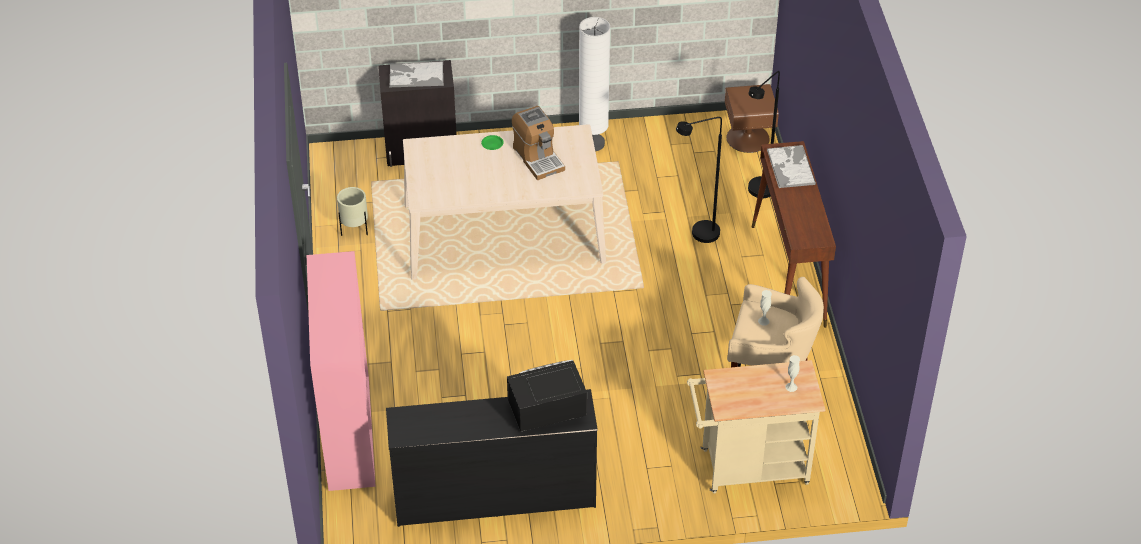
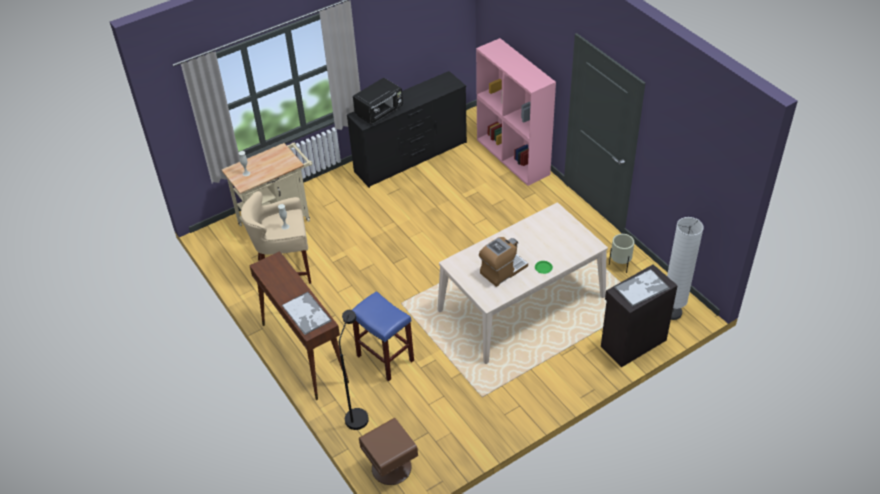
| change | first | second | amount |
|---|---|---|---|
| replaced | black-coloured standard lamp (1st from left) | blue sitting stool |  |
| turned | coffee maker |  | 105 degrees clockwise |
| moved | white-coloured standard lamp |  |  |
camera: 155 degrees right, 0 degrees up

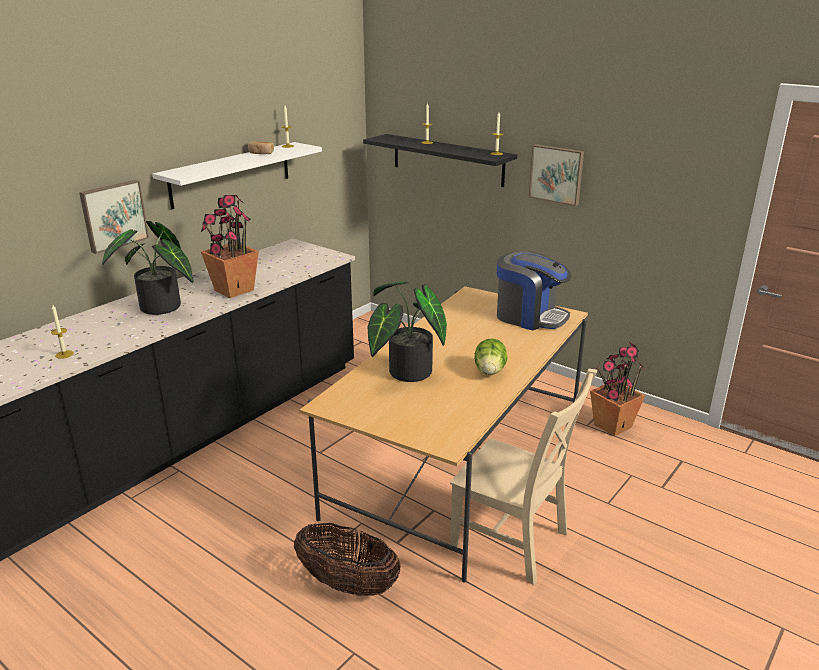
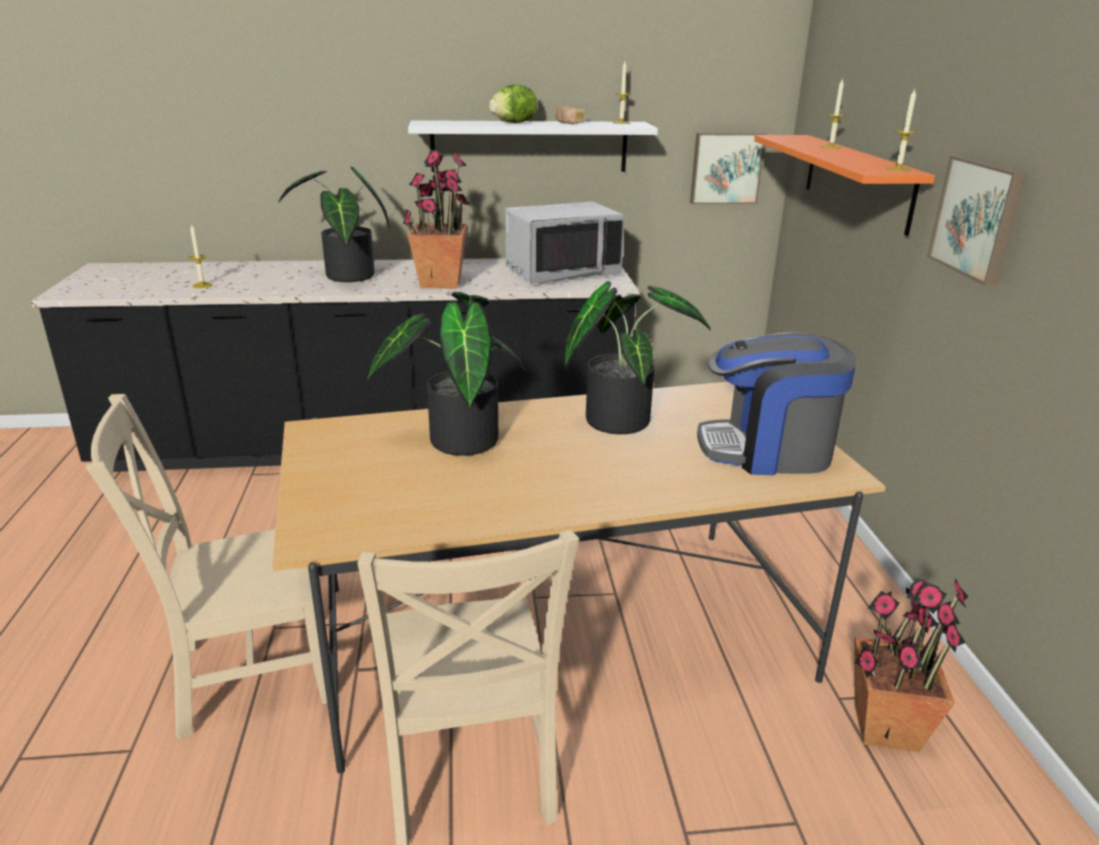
| change | first | second | amount |
|---|---|---|---|
| replaced | storage basket | beige-coloured plain chair (1st from left) |  |
| moved | head of lettuce |  |  |
| added |  | greyish microwave |  |
| added |  | plant in a pot (4th from left) |  |
| moved | picture (1st from left) |  |  |
| turned | coffee maker |  | 105 degrees clockwise |
| recoloured | black-coloured shelf | orange shelf |  |
camera: 45 degrees right, 0 degrees up

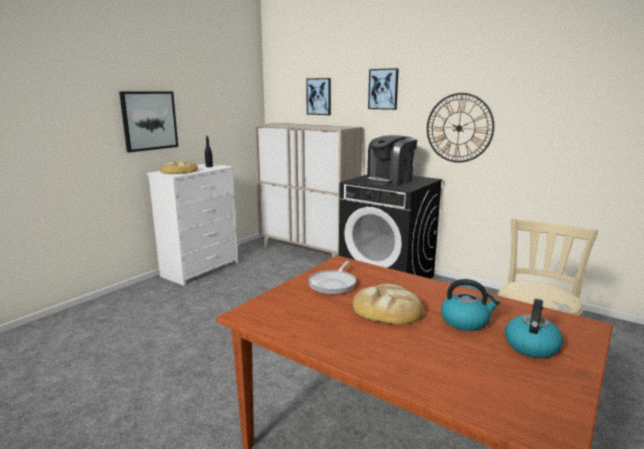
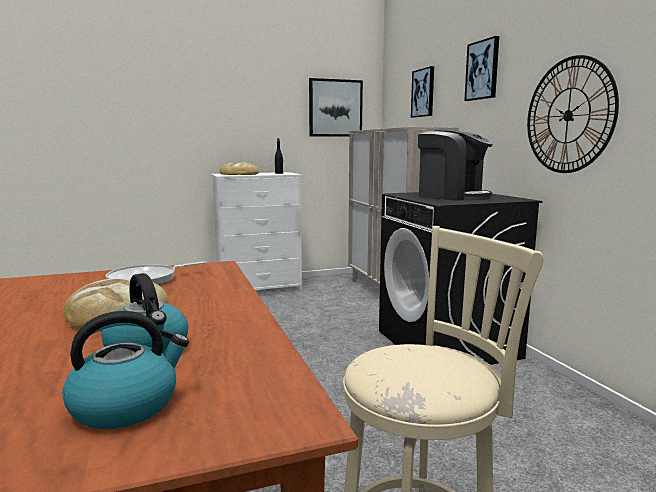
| change | first | second | amount |
|---|---|---|---|
| moved | picture (1st from left) |  |  |
| turned | coffee maker |  | 135 degrees counterclockwise |
camera: 35 degrees right, 5 degrees down

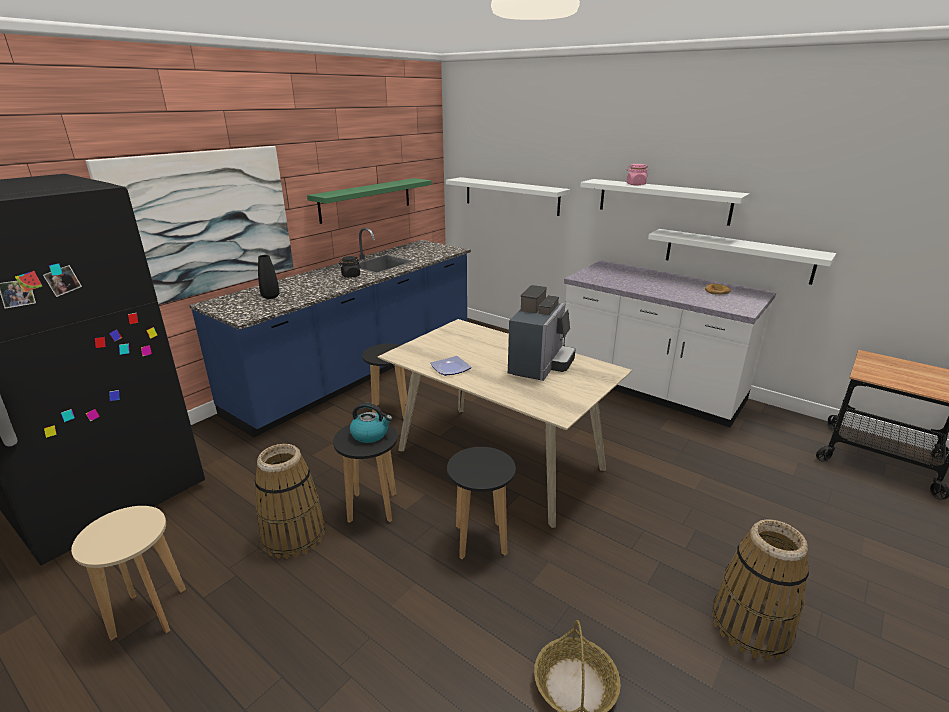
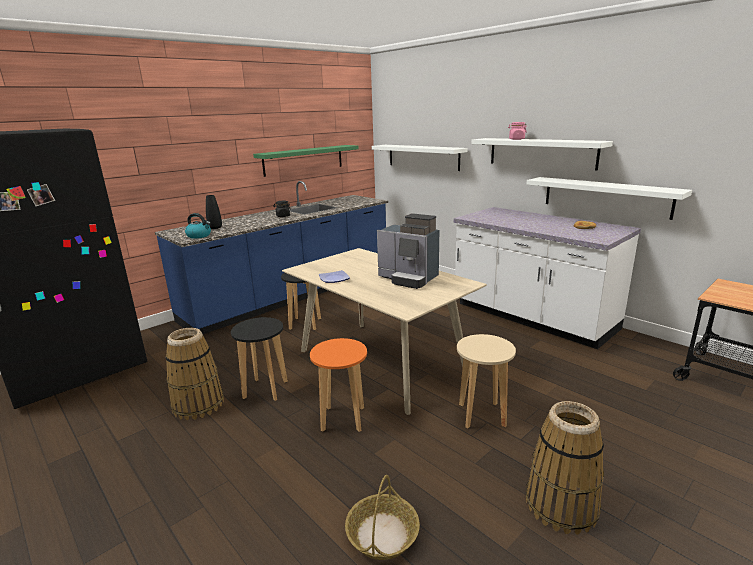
| change | first | second | amount |
|---|---|---|---|
| moved | water kettle |  |  |
| recoloured | black-coloured sitting stool (3rd from left) | orange sitting stool |  |
| turned | coffee maker |  | 90 degrees clockwise |
| moved | beige-coloured sitting stool |  |  |
| removed | picture |  |  |
camera: 10 degrees right, 5 degrees down

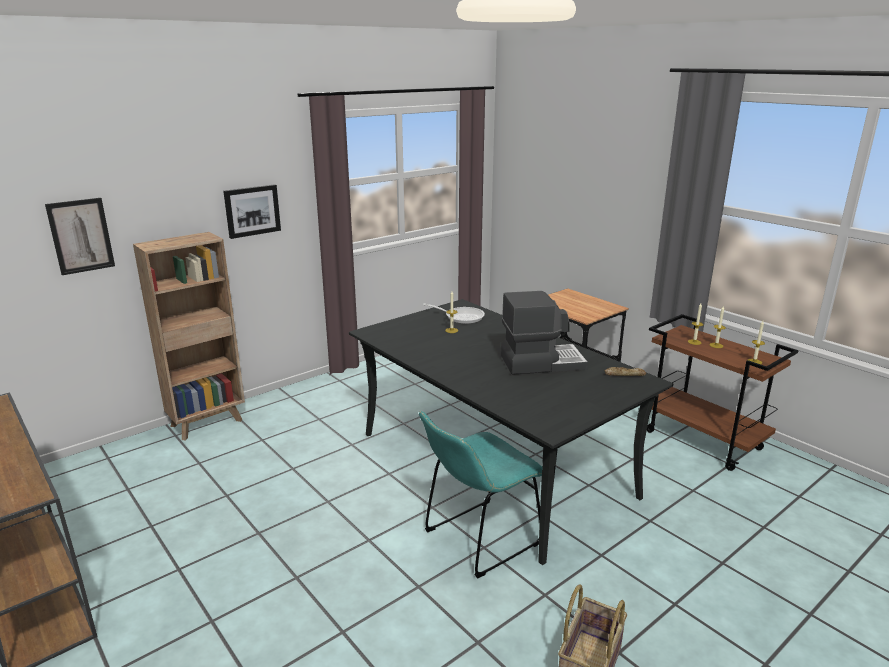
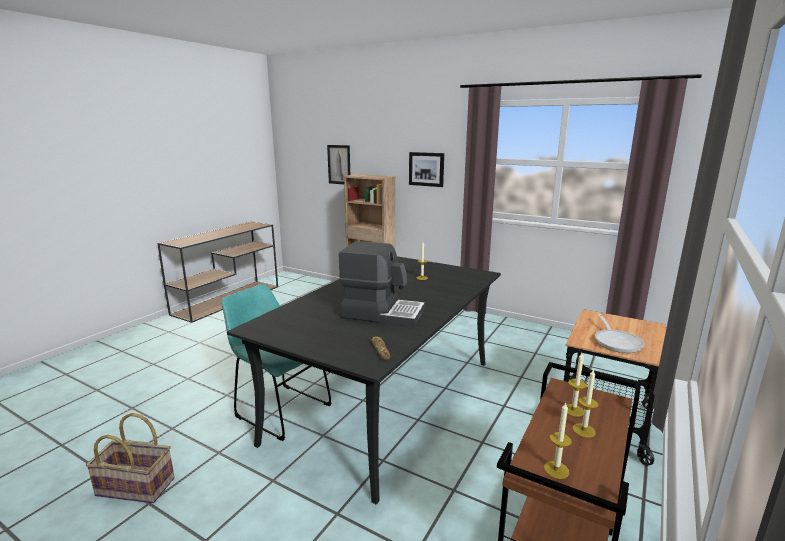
| change | first | second | amount |
|---|---|---|---|
| turned | coffee maker |  | 45 degrees counterclockwise |
| moved | pan |  |  |
camera: 70 degrees right, 5 degrees down

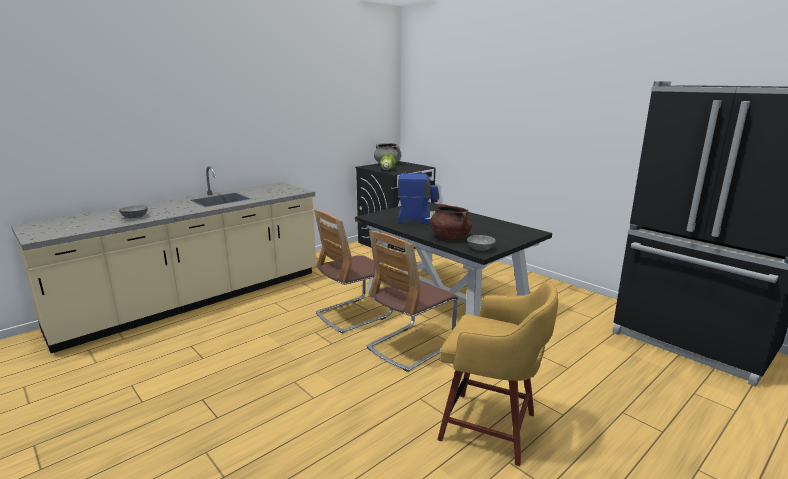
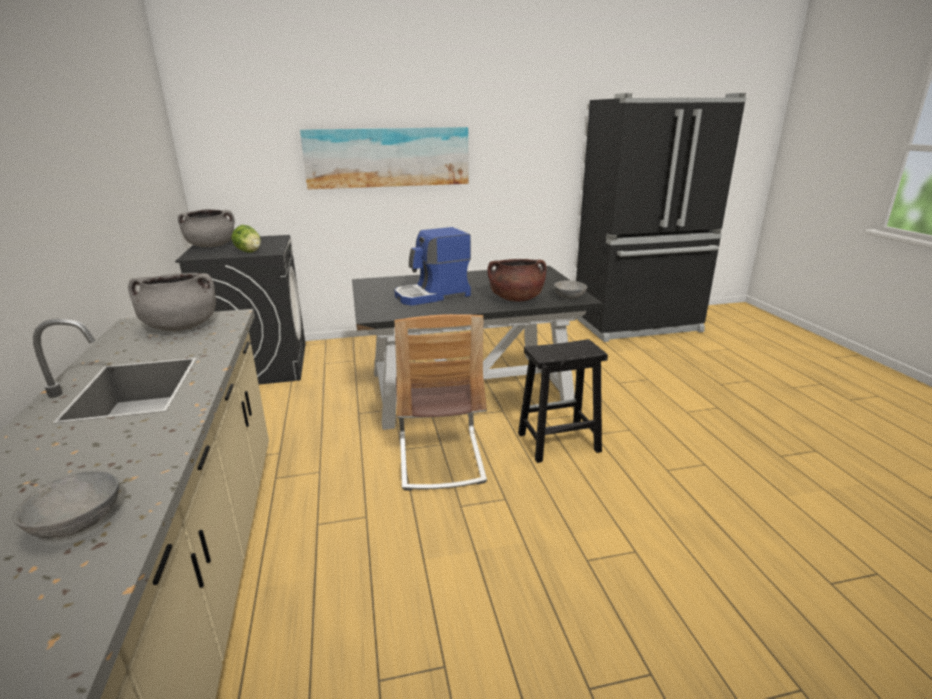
| change | first | second | amount |
|---|---|---|---|
| added |  | greyish cooking pot (1st from left) |  |
| added |  | picture |  |
| turned | coffee maker |  | 150 degrees counterclockwise |
| replaced | plain chair (2nd from left) | black-coloured sitting stool |  |
| removed | yellow-coloured sitting stool |  |  |
camera: 60 degrees left, 5 degrees up

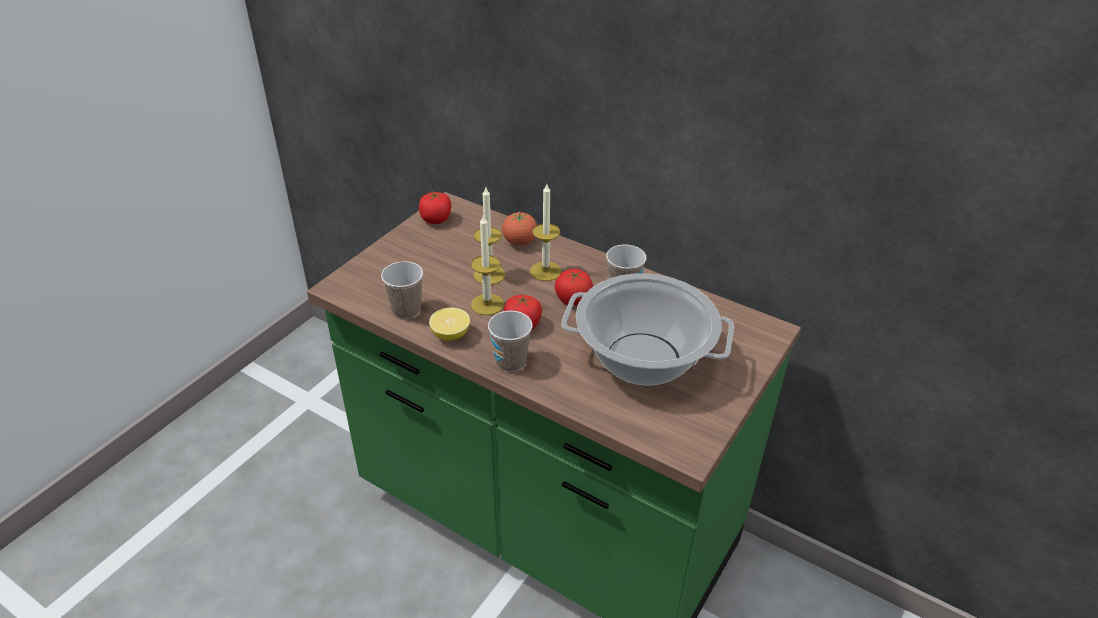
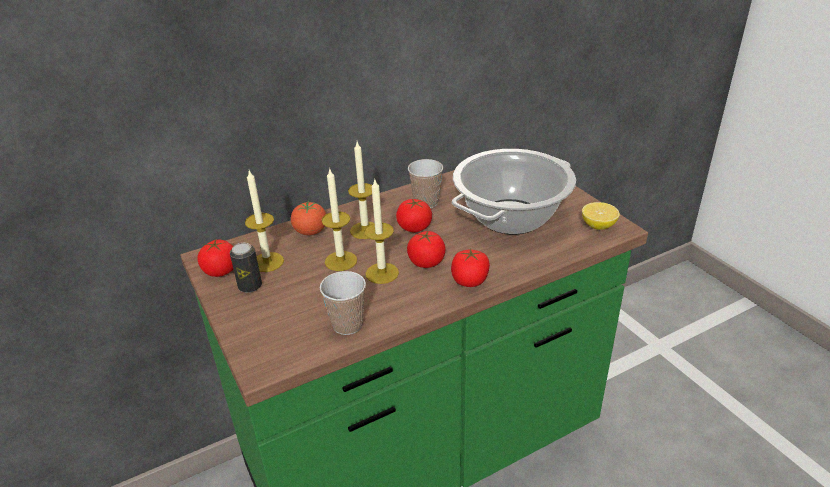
| change | first | second | amount |
|---|---|---|---|
| added |  | metal can |  |
| added |  | wax candle (1st from left) |  |
| replaced | drinking cup (2nd from left) | fresh tomato (5th from left) |  |
| moved | lemon |  |  |
camera: 60 degrees left, 5 degrees down

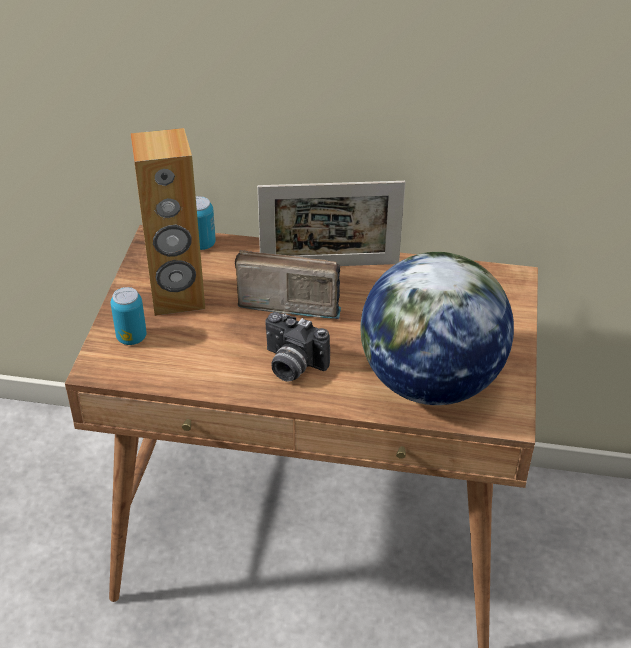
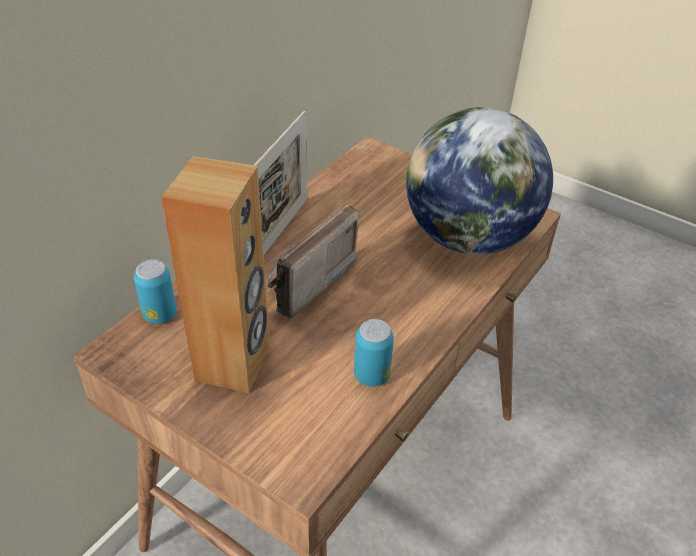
| change | first | second | amount |
|---|---|---|---|
| moved | metal can (1st from left in the first image) | metal can (2nd from left) |  |
| removed | photo camera |  |  |
camera: 65 degrees left, 0 degrees up

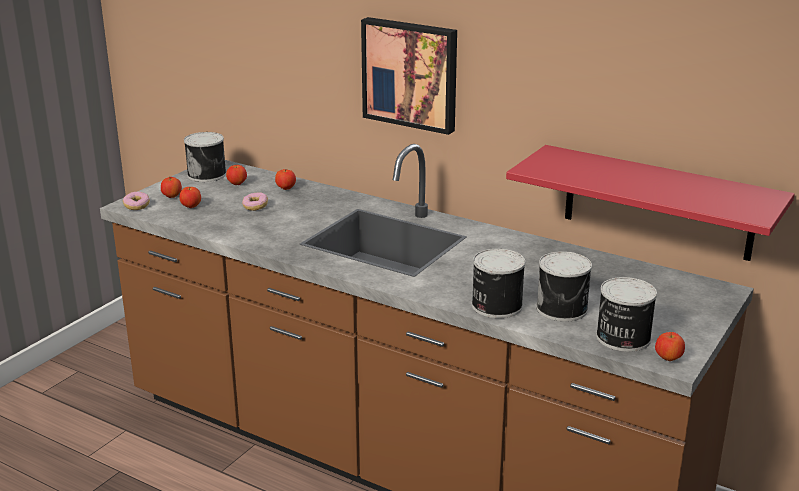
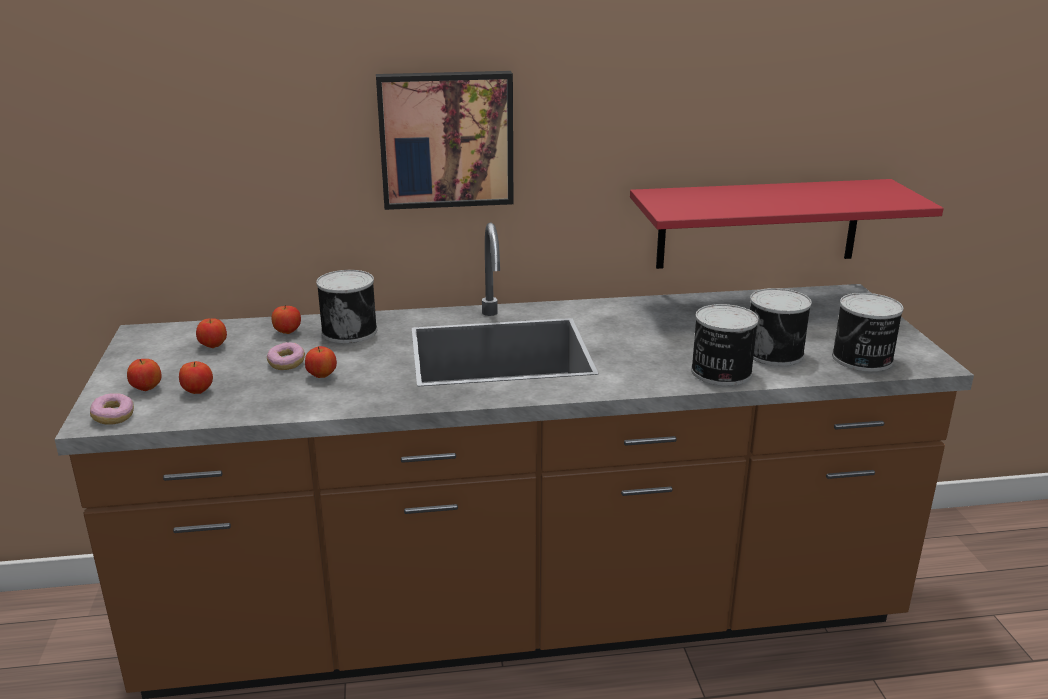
| change | first | second | amount |
|---|---|---|---|
| moved | apple fruit (5th from left) |  |  |
| moved | metal can (1st from left) |  |  |
camera: 40 degrees left, 0 degrees up

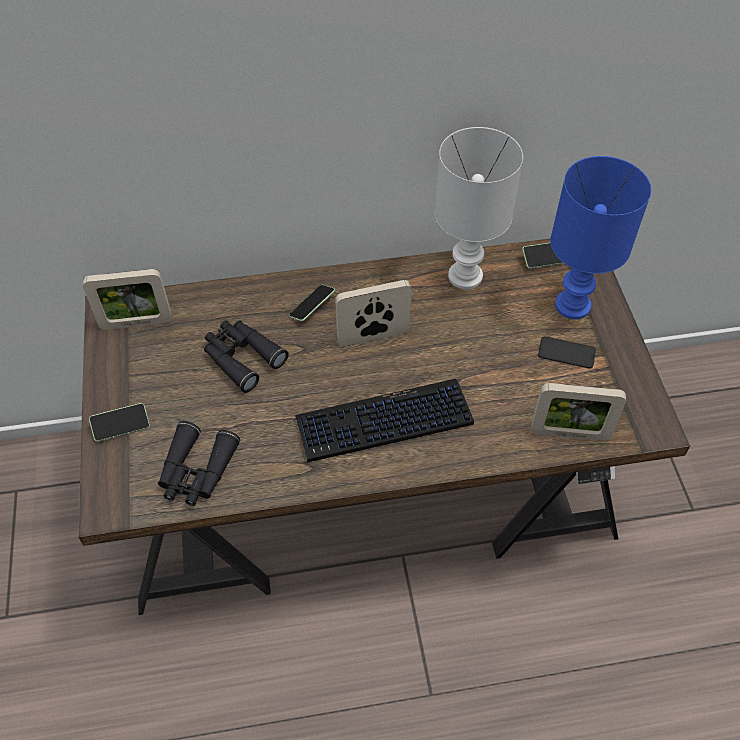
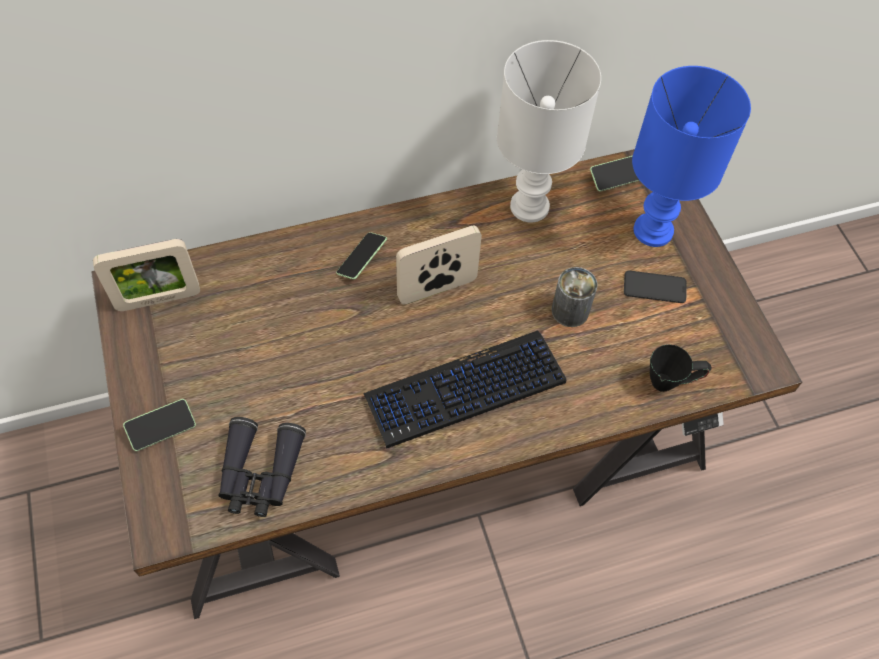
| change | first | second | amount |
|---|---|---|---|
| added |  | metal can |  |
| replaced | standing frame (3rd from left) | black-coloured tea mug |  |
| removed | black-coloured binoculars (2nd from left) |  |  |
camera: 10 degrees left, 5 degrees up

